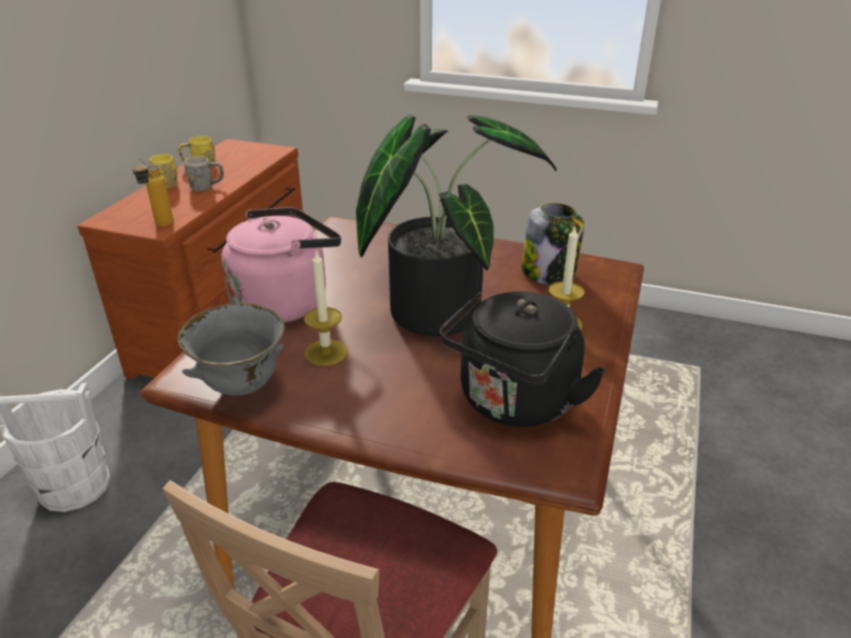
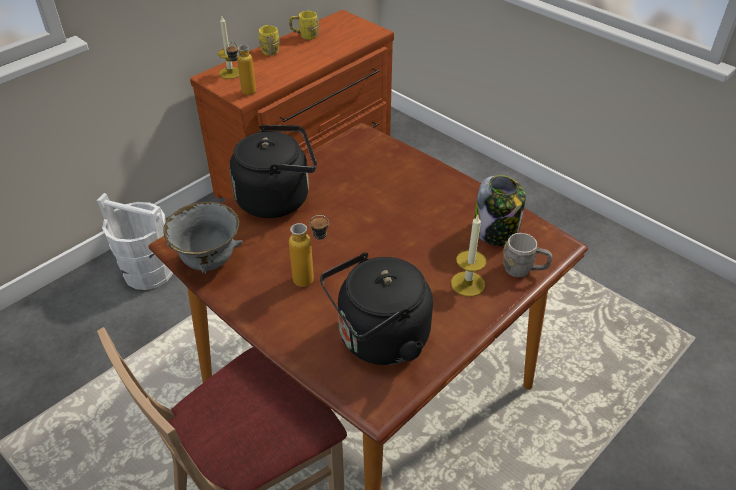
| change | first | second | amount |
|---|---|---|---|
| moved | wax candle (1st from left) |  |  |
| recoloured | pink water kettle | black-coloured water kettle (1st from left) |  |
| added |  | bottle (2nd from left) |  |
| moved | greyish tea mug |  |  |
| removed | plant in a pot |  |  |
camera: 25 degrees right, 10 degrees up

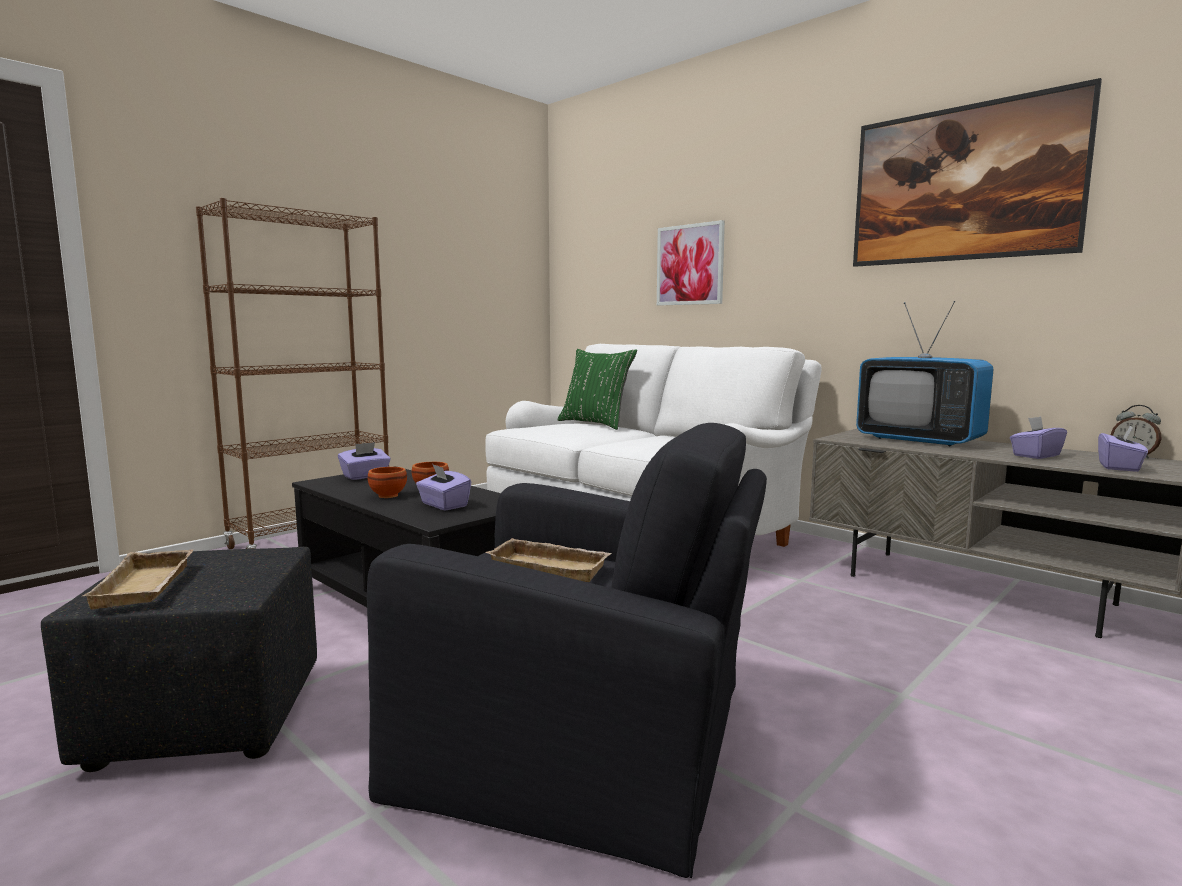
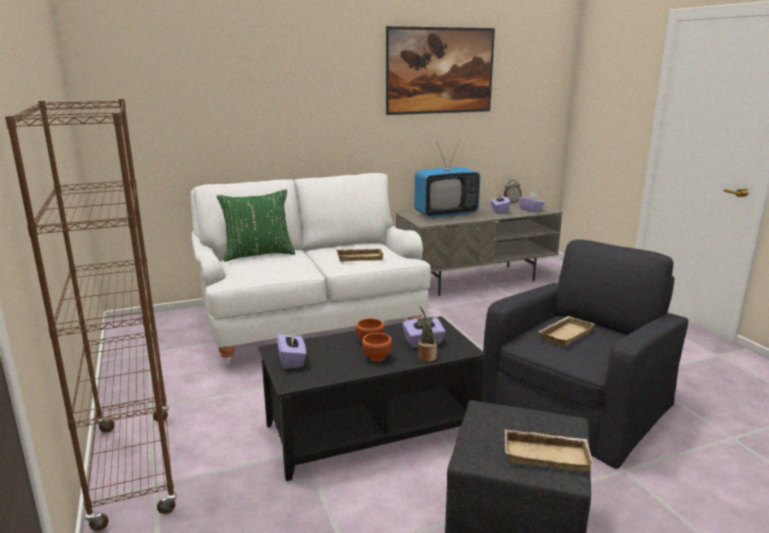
| change | first | second | amount |
|---|---|---|---|
| added |  | beige-coloured serving tray (1st from left) |  |
| added |  | plant in a pot |  |
| removed | picture (1st from left) |  |  |
camera: 65 degrees left, 10 degrees up

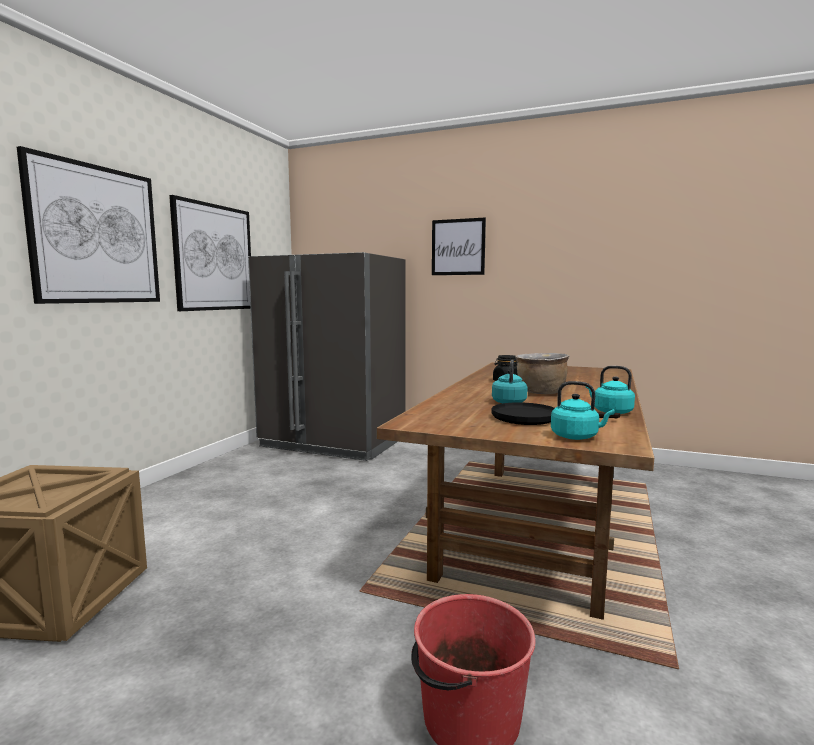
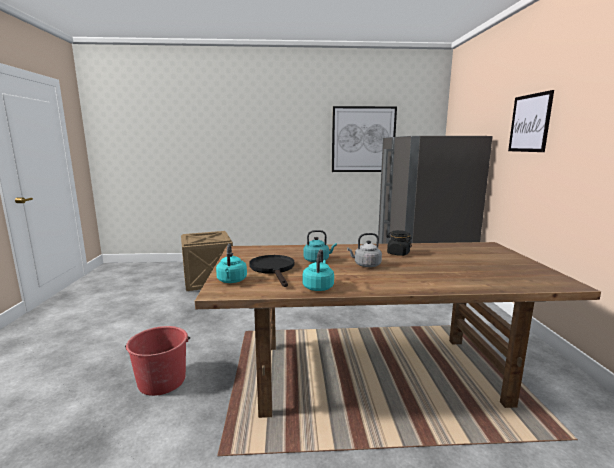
| change | first | second | amount |
|---|---|---|---|
| replaced | brownish cooking pot | greyish water kettle |  |
| removed | picture (1st from left) |  |  |
camera: 65 degrees right, 5 degrees up

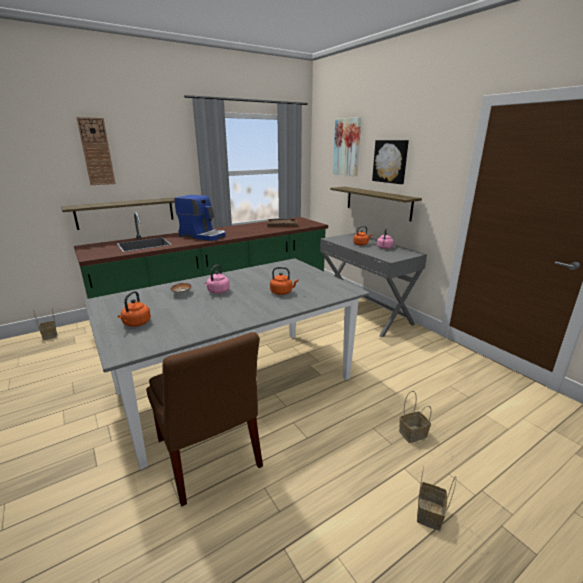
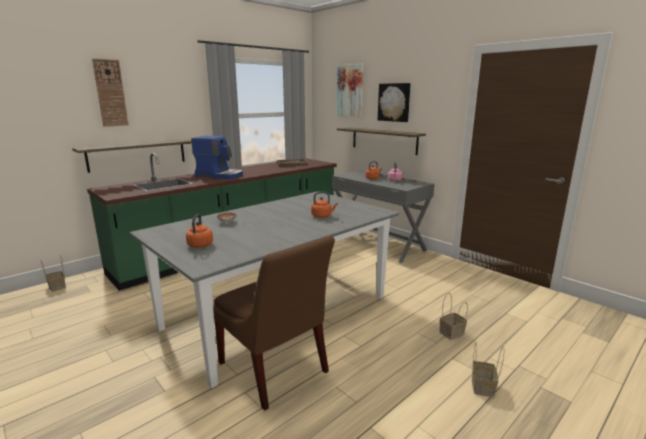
| change | first | second | amount |
|---|---|---|---|
| removed | pink water kettle (1st from left) |  |  |
camera: 10 degrees left, 5 degrees down

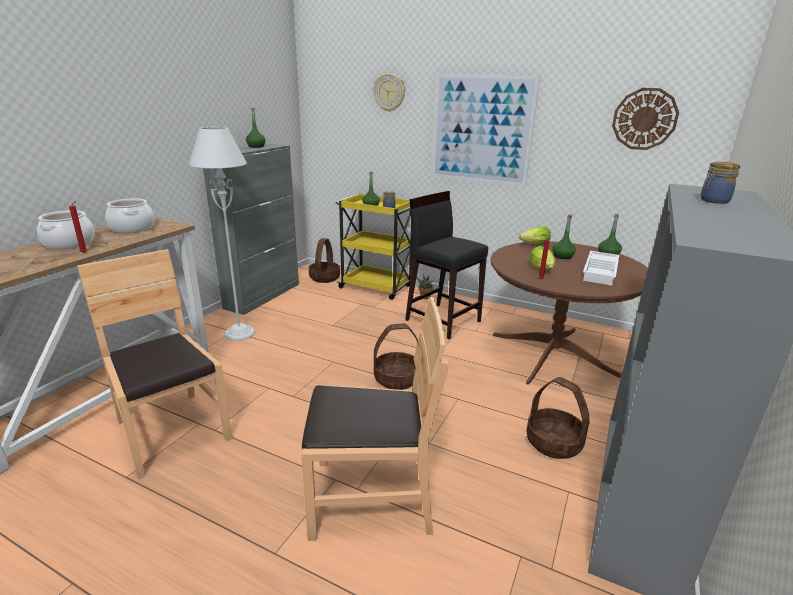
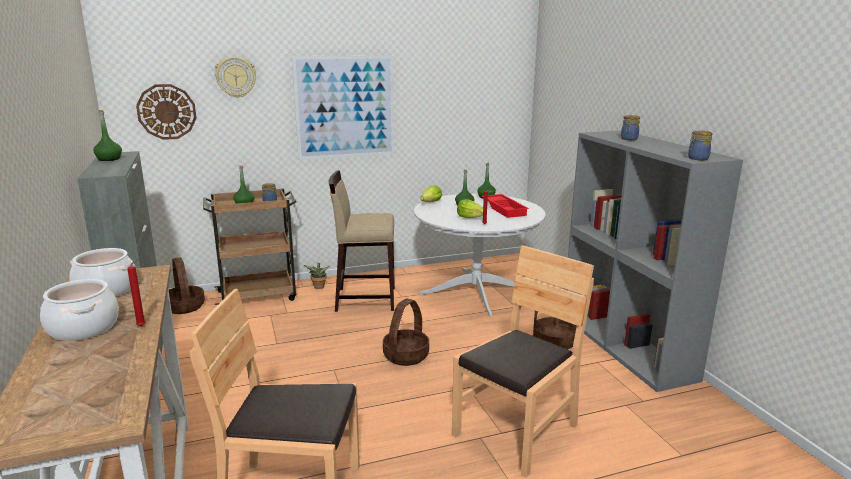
| change | first | second | amount |
|---|---|---|---|
| moved | wall clock (2nd from left in the first image) | wall clock (1st from left) |  |
| recoloured | yellow-coloured cart | brownish cart |  |
| recoloured | black-coloured sitting stool | beige-coloured sitting stool |  |
| recoloured | brownish dining table | white-coloured dining table |  |
| recoloured | white-coloured serving tray | red serving tray |  |
| added |  | jar (3rd from left) |  |
| removed | greyish standard lamp |  |  |
camera: 45 degrees left, 5 degrees down

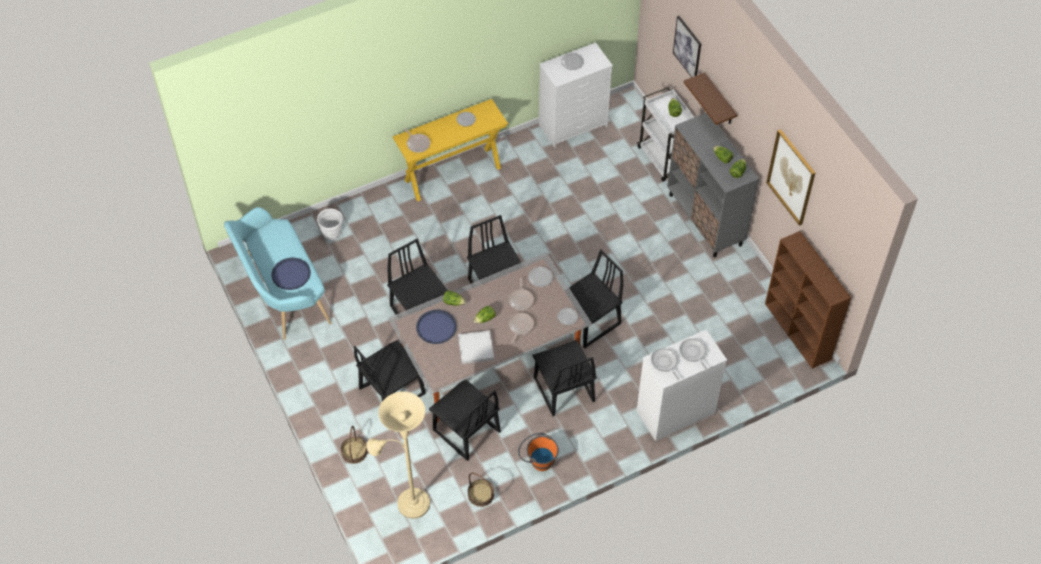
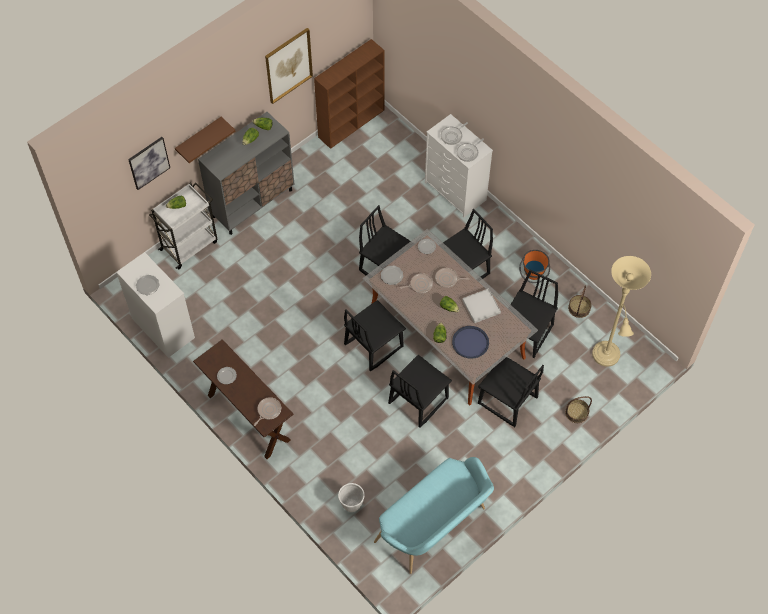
| change | first | second | amount |
|---|---|---|---|
| recoloured | yellow-coloured console table | brownish console table |  |
| removed | blue serving tray (1st from left) |  |  |
camera: 105 degrees left, 5 degrees up

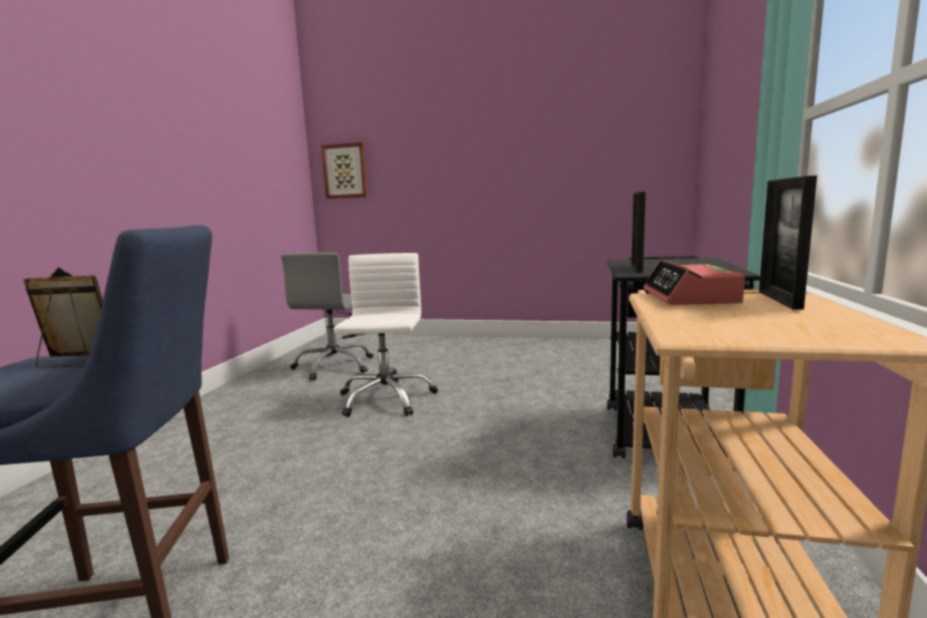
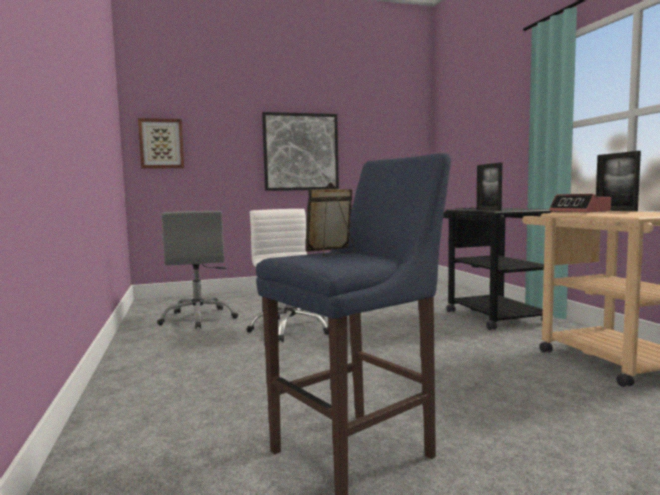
| change | first | second | amount |
|---|---|---|---|
| added |  | picture (2nd from left) |  |
camera: 30 degrees left, 5 degrees down

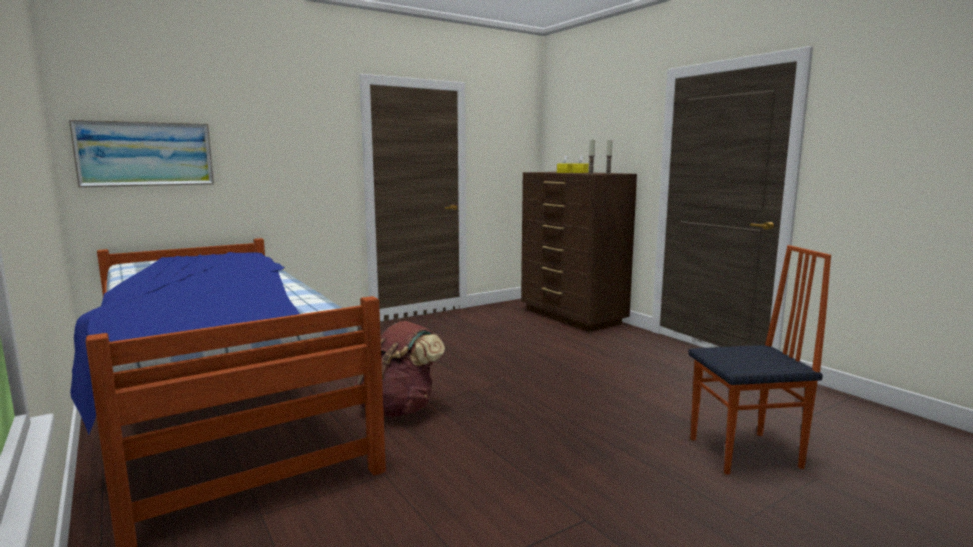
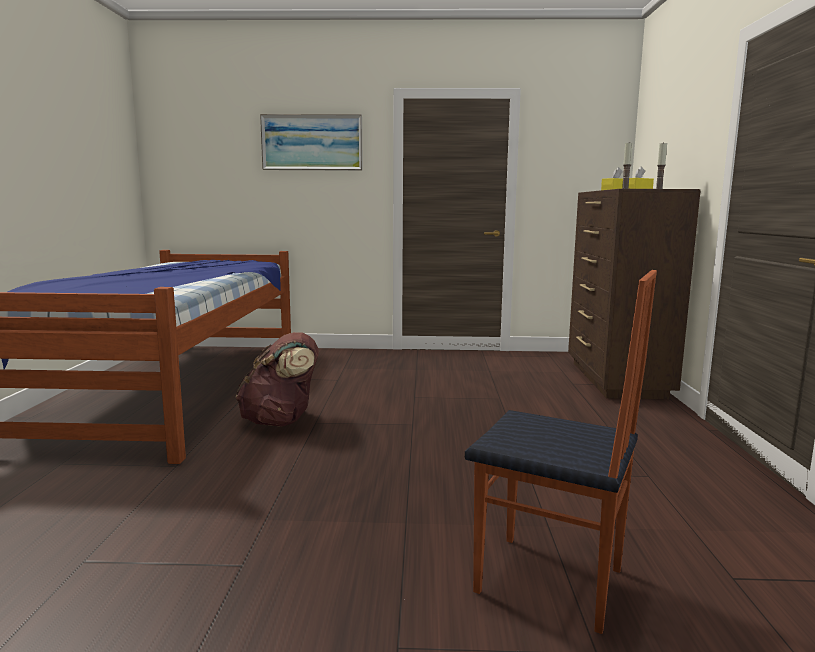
| change | first | second | amount |
|---|---|---|---|
| moved | picture |  |  |
camera: 35 degrees right, 0 degrees up

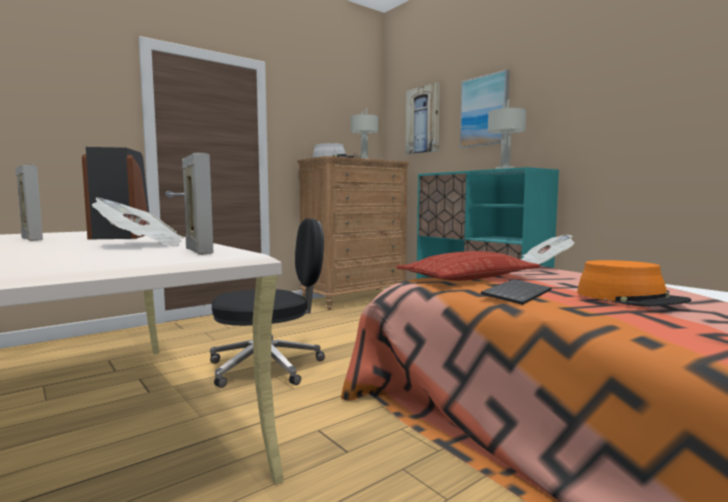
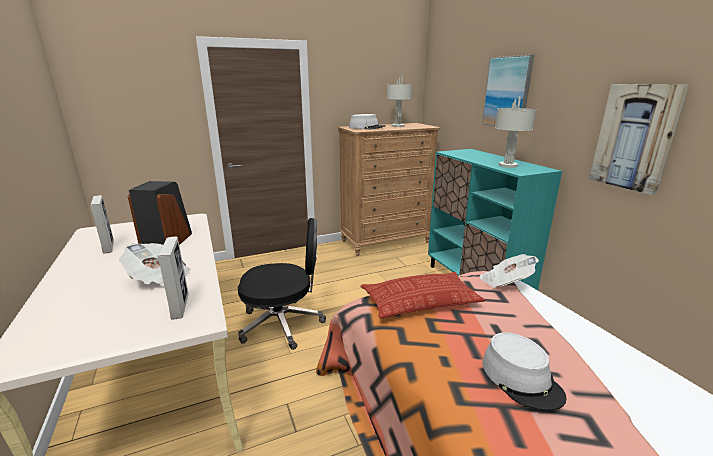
| change | first | second | amount |
|---|---|---|---|
| recoloured | orange wearable hat | greyish wearable hat (2nd from left) |  |
| moved | picture (1st from left in the first image) | picture (2nd from left) |  |
| removed | computer keyboard |  |  |
camera: 15 degrees right, 15 degrees up

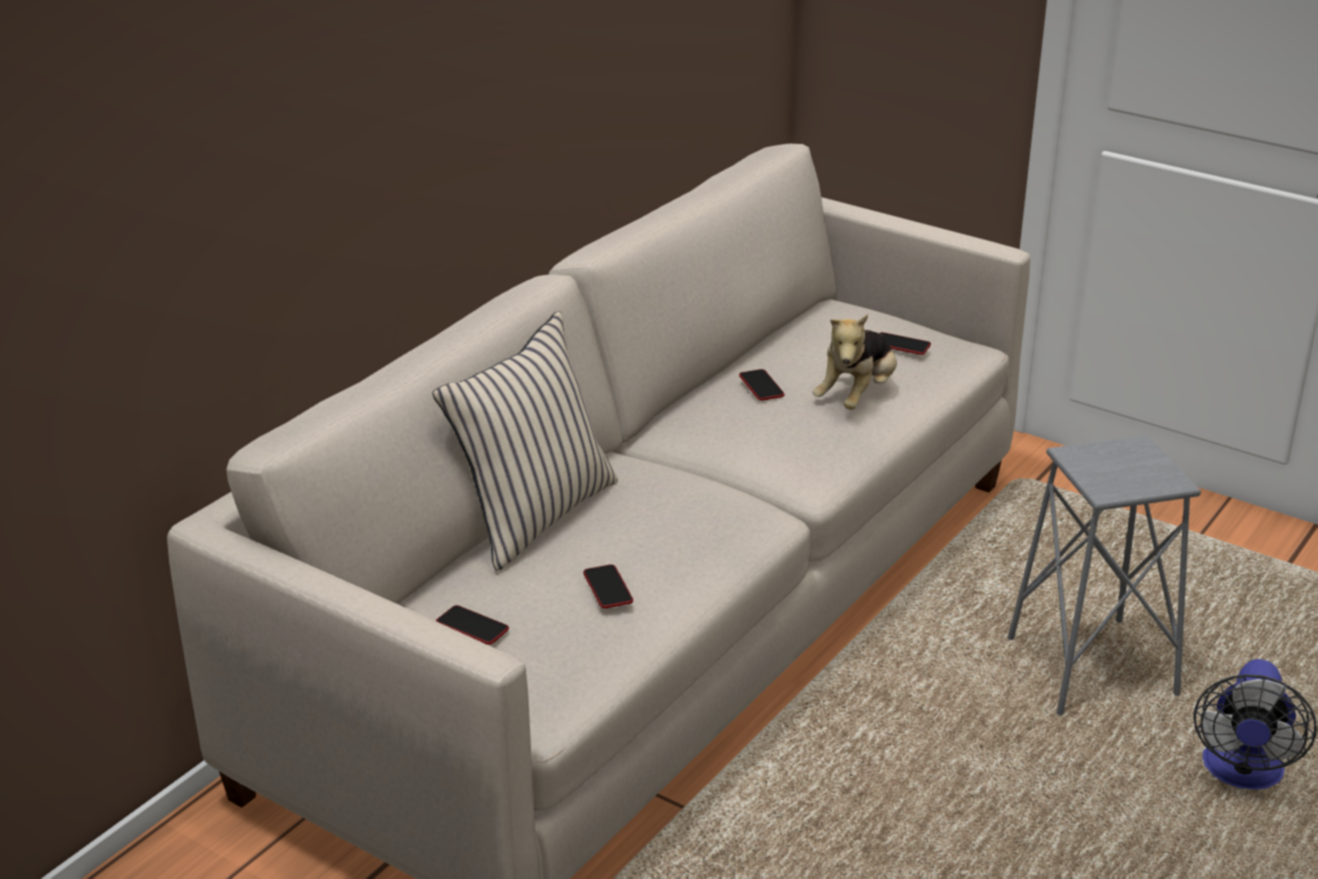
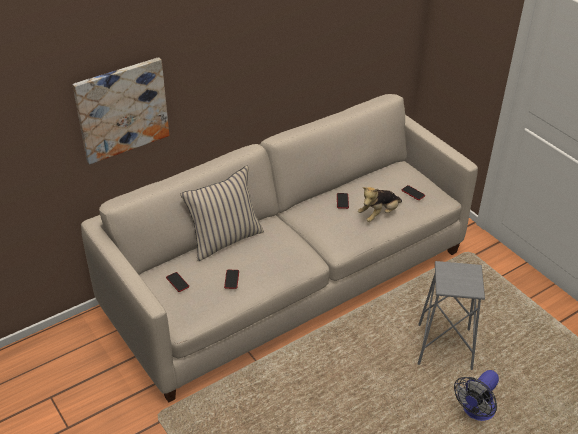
| change | first | second | amount |
|---|---|---|---|
| added |  | picture |  |
camera: 20 degrees right, 10 degrees up

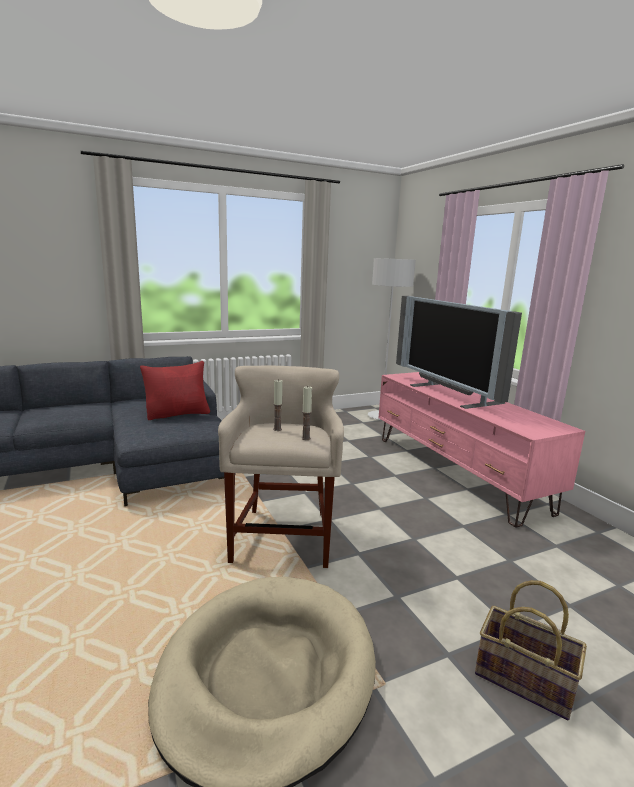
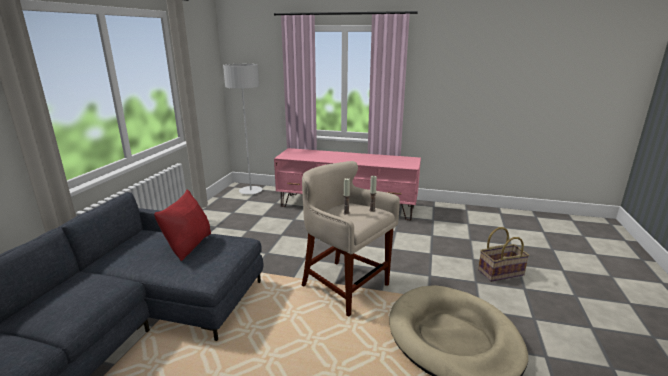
| change | first | second | amount |
|---|---|---|---|
| removed | television |  |  |
camera: 50 degrees left, 5 degrees up

